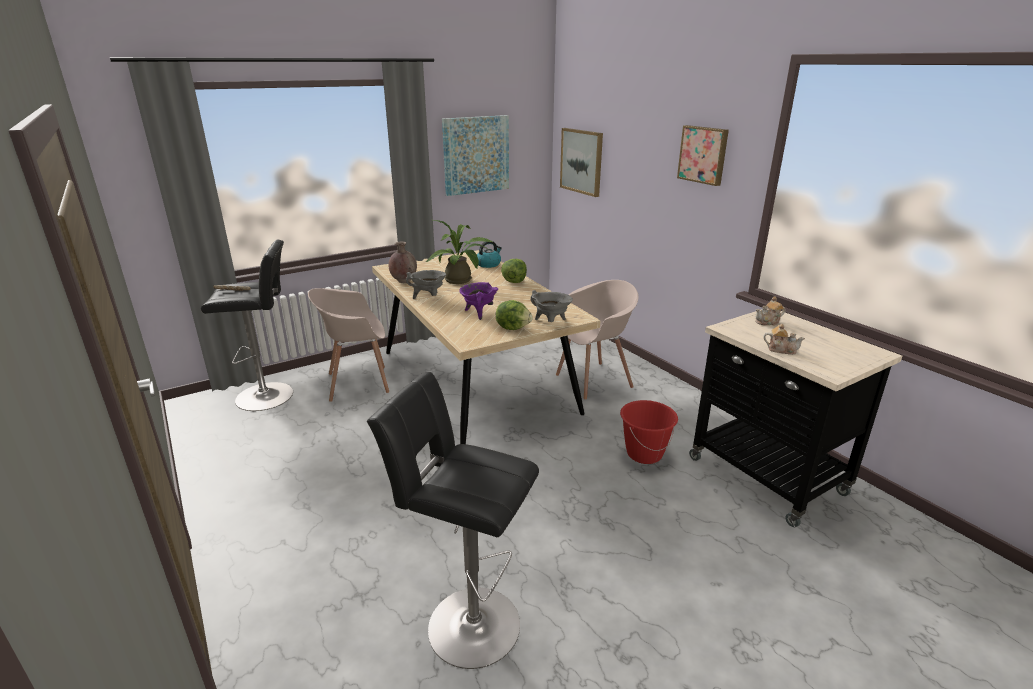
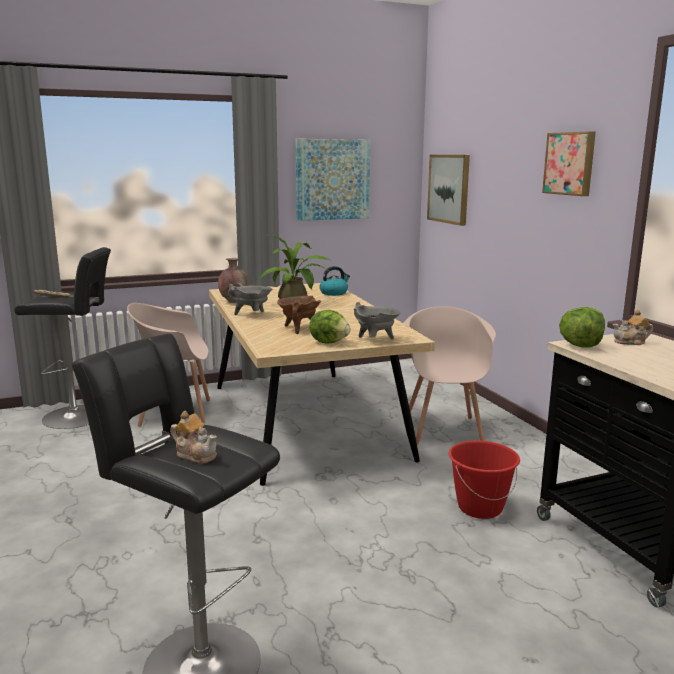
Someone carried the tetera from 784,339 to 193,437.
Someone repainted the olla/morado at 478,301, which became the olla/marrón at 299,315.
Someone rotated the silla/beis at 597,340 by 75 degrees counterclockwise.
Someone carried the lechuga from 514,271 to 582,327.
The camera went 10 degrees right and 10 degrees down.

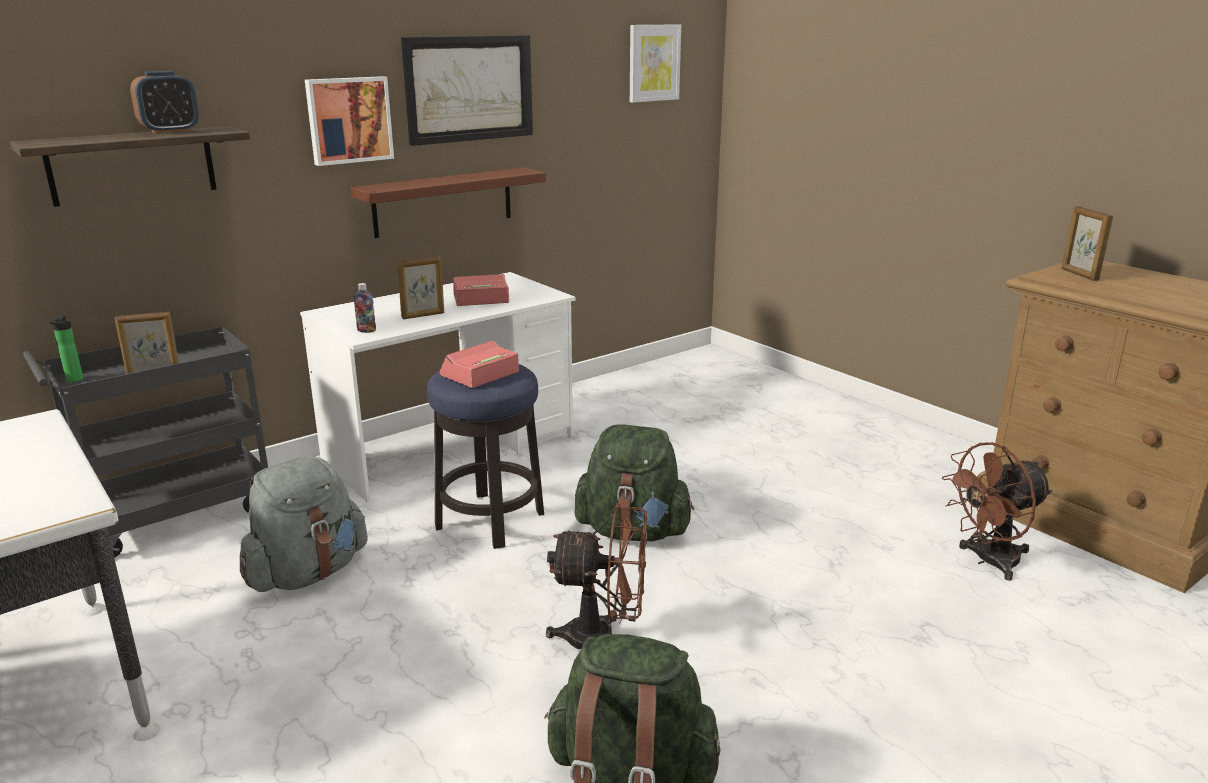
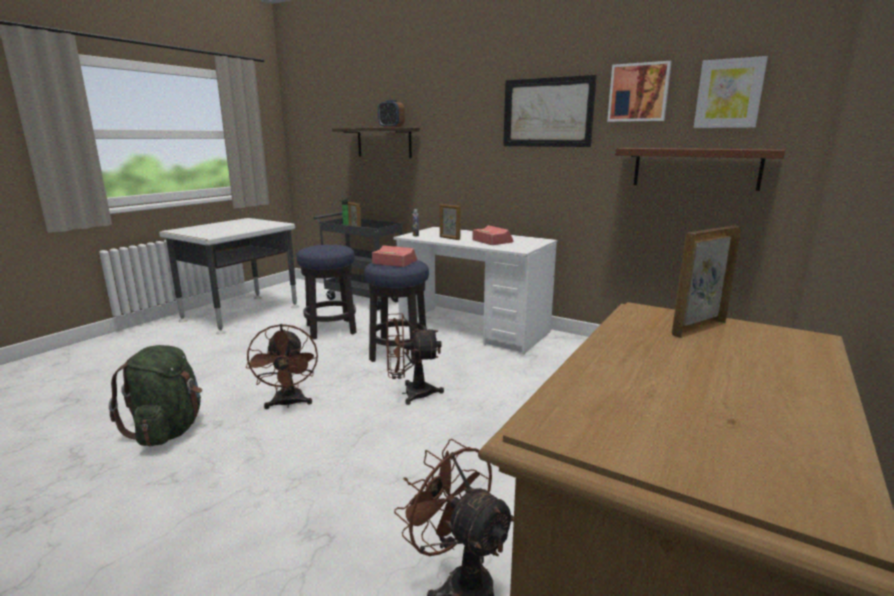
Someone swapped the mochila/gris at 304,524 for the taburete at 326,292.
Someone swapped the mochila/verde at 634,482 for the ventilador/marrón at 415,359.
Someone carried the cuadro from 349,121 to 639,91.
Someone carried the estante/marrón from 448,203 to 700,169.
The camera went 70 degrees right and 5 degrees down.

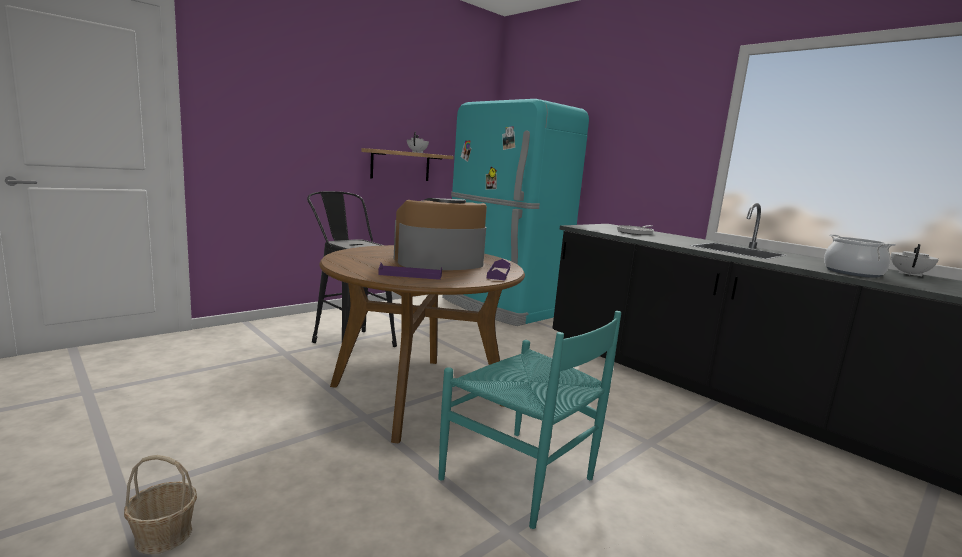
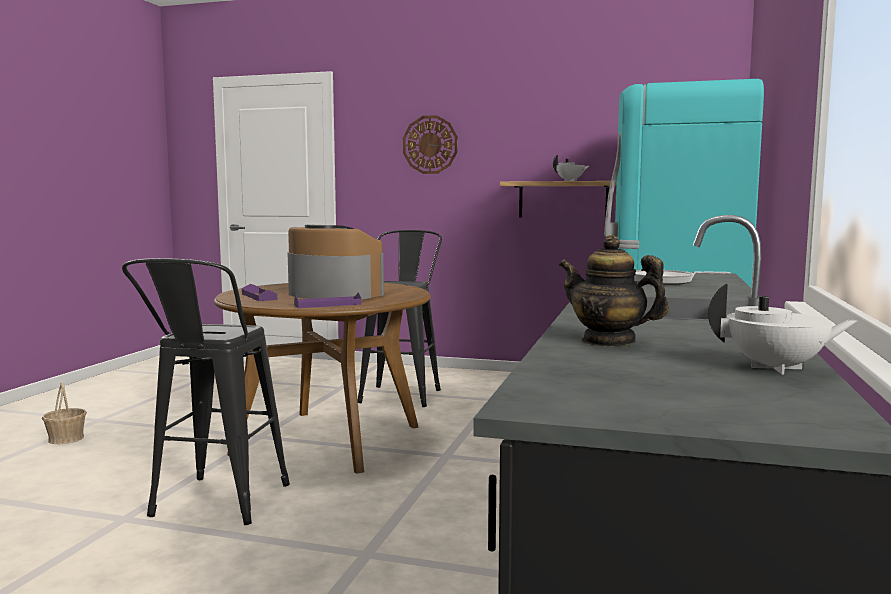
Someone swapped the silla/turquesa at 529,420 for the taburete/negro at 206,391.
Someone put up the reloj de pared at 430,144.
Someone swapped the olla at 860,256 for the tetera at 614,291.
The camera went 60 degrees right and 5 degrees down.

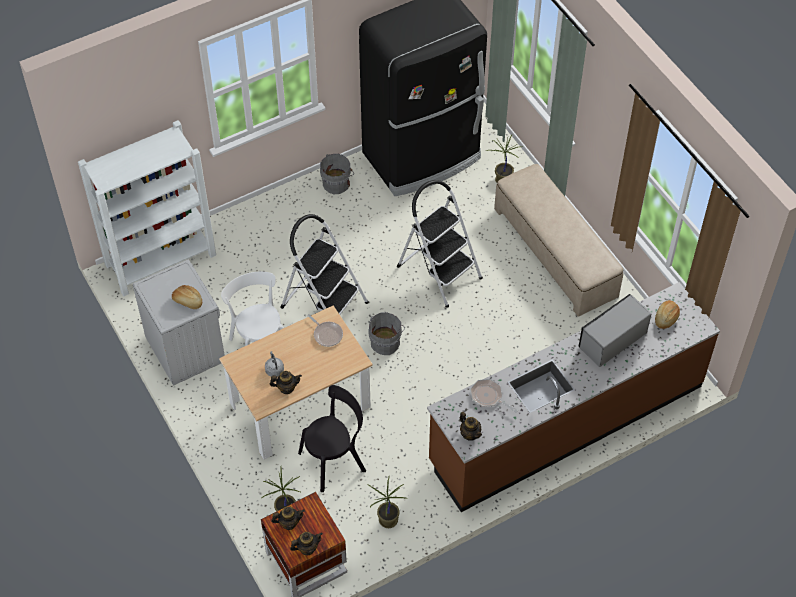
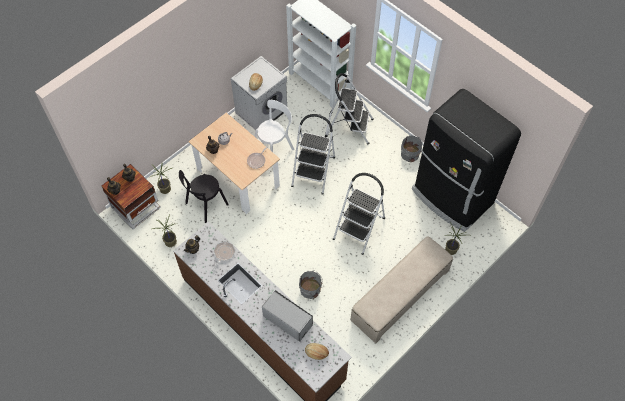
Someone rotated the silla/negro at 332,438 by 90 degrees clockwise.
Someone carried the cubo/gris from 386,333 to 311,284.
Someone put down the escalera de tijera at 349,109.
The camera went 75 degrees right and 5 degrees up.

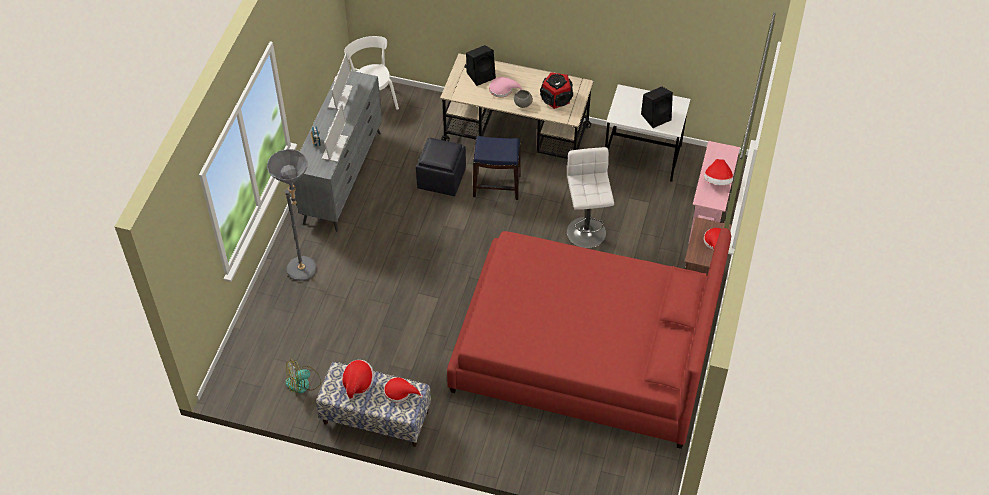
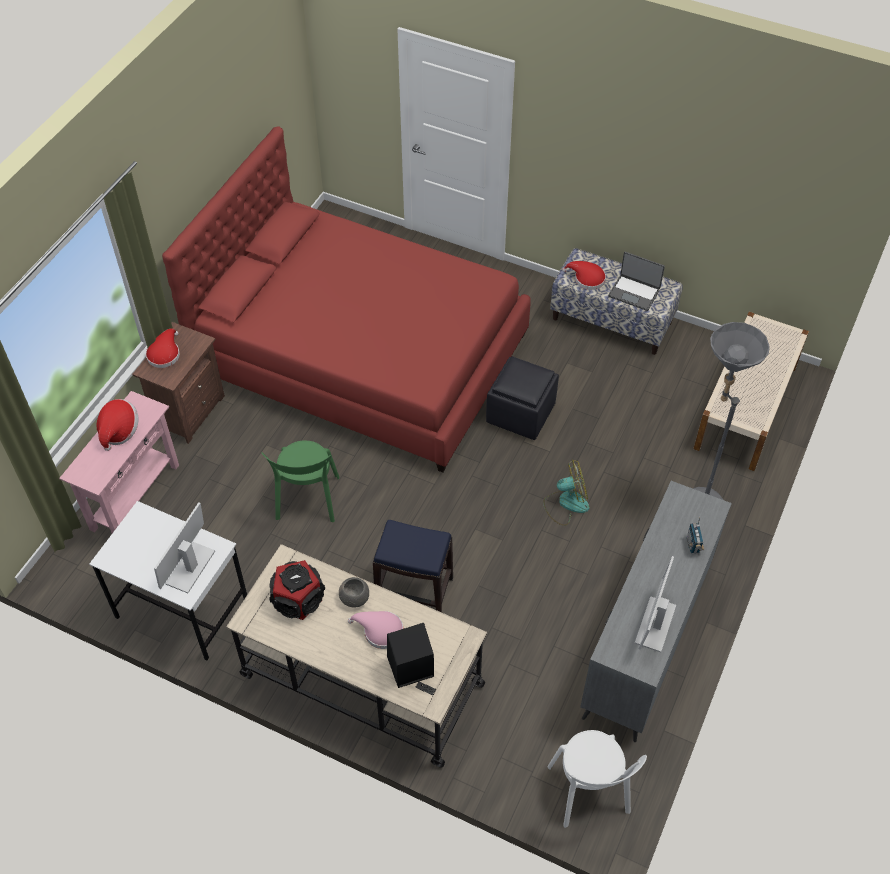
Someone carried the monitor from 335,132 to 184,547.
Someone swapped the taburete/blanco at 590,197 for the silla/verde at 301,481.
Someone carried the puf/negro from 441,167 to 522,398.
Someone carried the ventilador from 303,376 to 566,493.
Someone swapped the sombrero at 358,380 for the portátil at 636,281.
Someone put down the banco/beis at 751,391.
Someone took away the altavoz/negro at 657,107.
The camera went 170 degrees left and 0 degrees up.

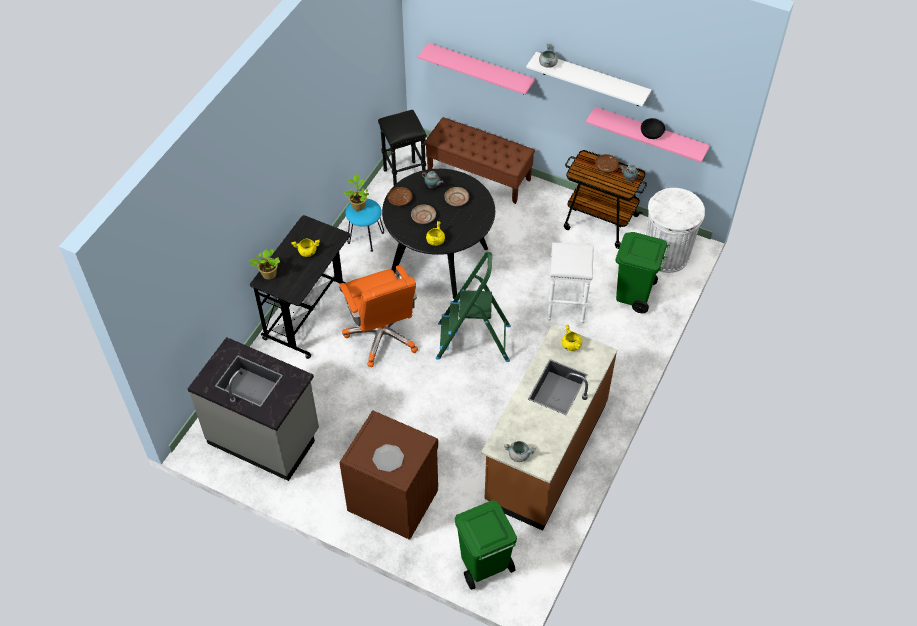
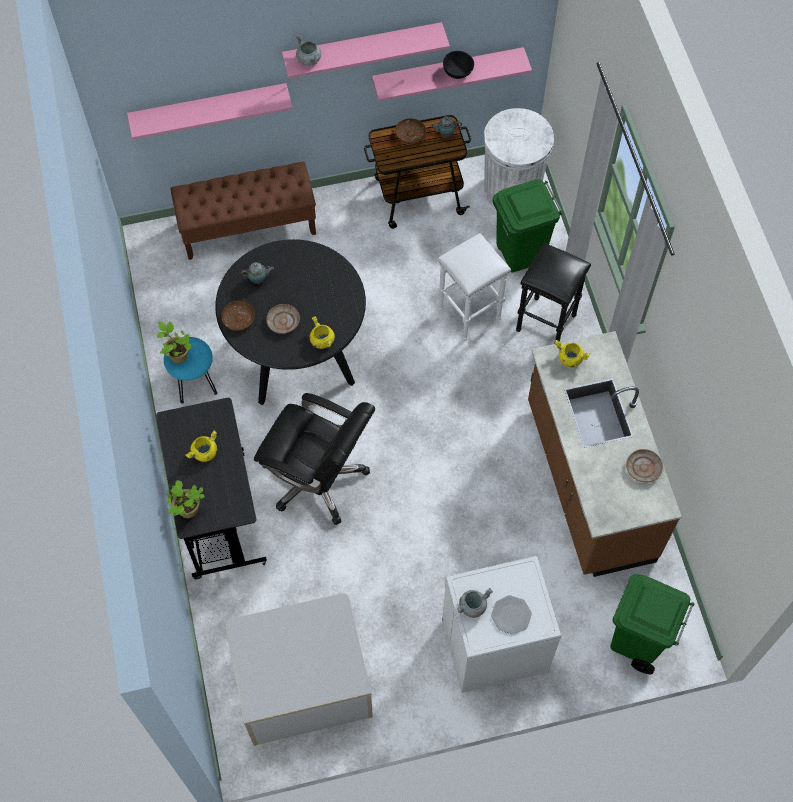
Someone swapped the mueble bajo de cocina/gris at 253,409 for the mesita de noche/beis at 299,669.
Someone repainted the silla de oficina/naranja at 378,316, which became the silla de oficina/negro at 314,459.
Someone repainted the estante/blanco at 588,79, which became the estante/rosa at 366,50.
Someone repainted the lavadora/marrón at 389,475, which became the lavadora/blanco at 501,624.
Someone carried the olla/gris from 520,451 to 475,603.
Someone carried the taburete/negro from 402,147 to 553,292.
Someone carried the plato/beis from 456,196 to 644,466.
Someone took away the escalera de tijera/verde at 473,306.
The camera went 40 degrees left and 10 degrees up.

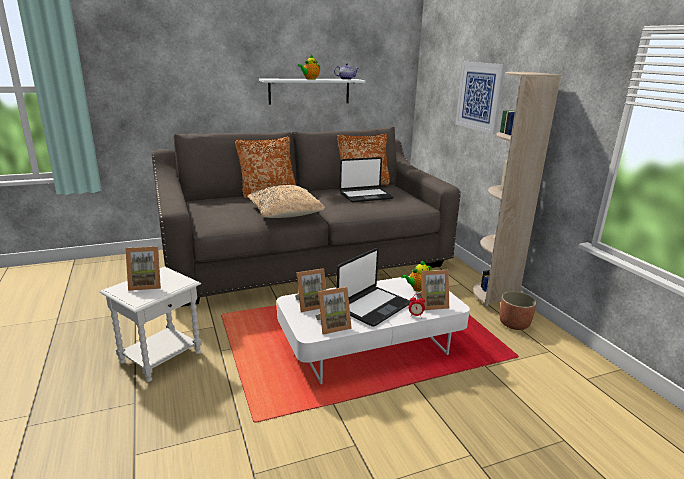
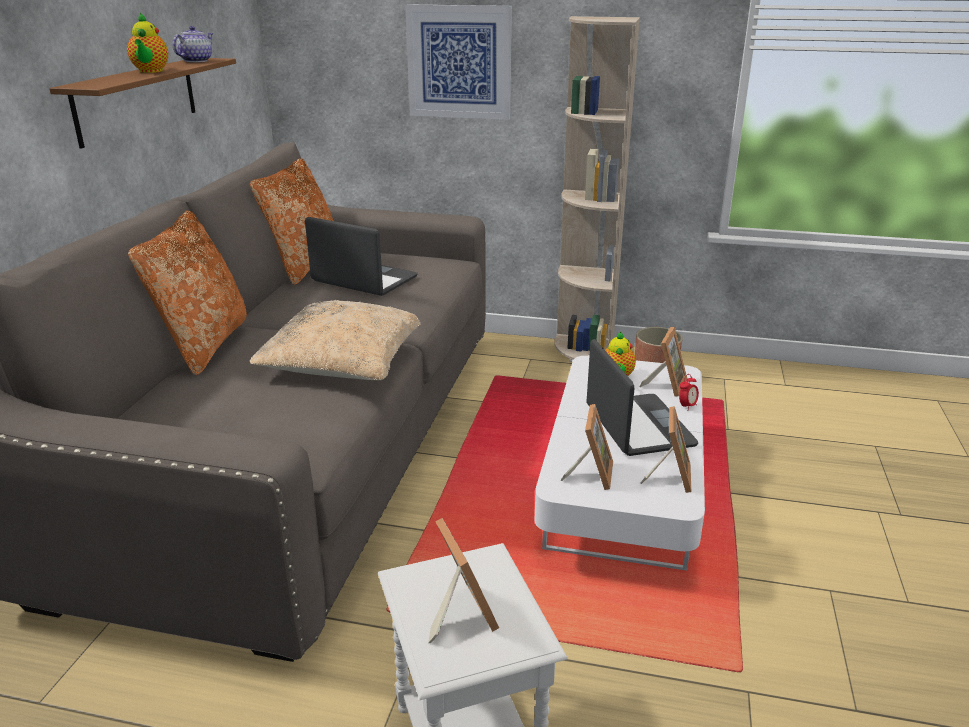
Someone repainted the estante/blanco at 312,92, which became the estante/marrón at 142,103.
Someone rotated the portátil at 366,179 by 75 degrees counterclockwise.
Someone rotated the portarretratos at 143,268 by 45 degrees counterclockwise.
The camera went 55 degrees left and 5 degrees up.

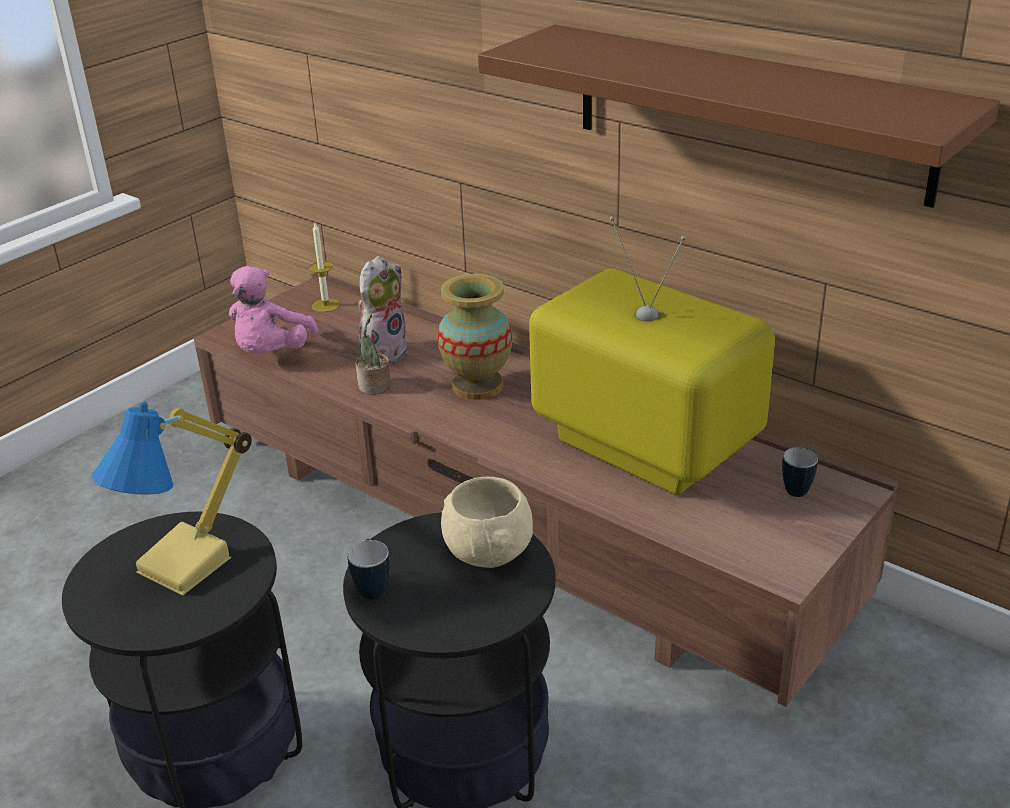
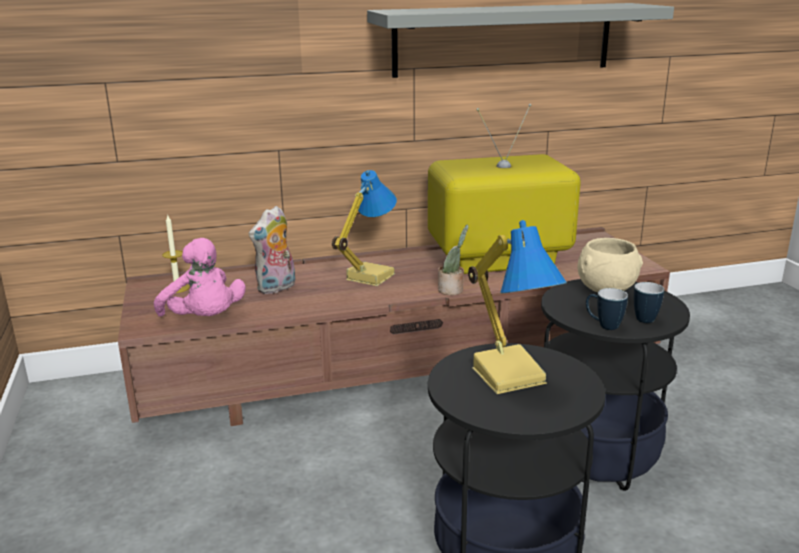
Someone rotated the peluche at 383,309 by 120 degrees counterclockwise.
Someone swapped the florero at 474,337 for the lámpara de mesa at 364,228.
Someone repainted the estante/marrón at 739,116, which became the estante/gris at 520,40.
Someone carried the planta en maceta from 373,354 to 453,260.
Someone carried the taza grande from 800,472 to 649,302.
The camera went 55 degrees left and 10 degrees down.

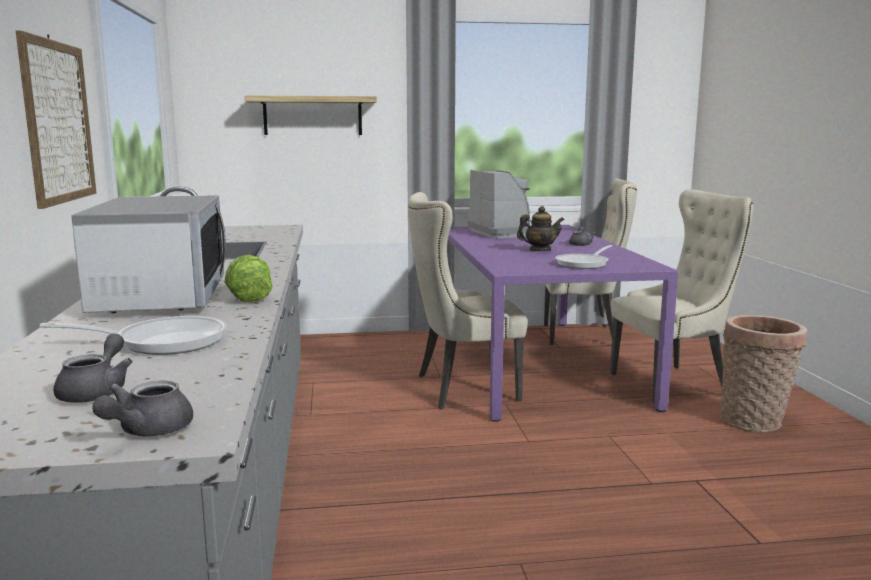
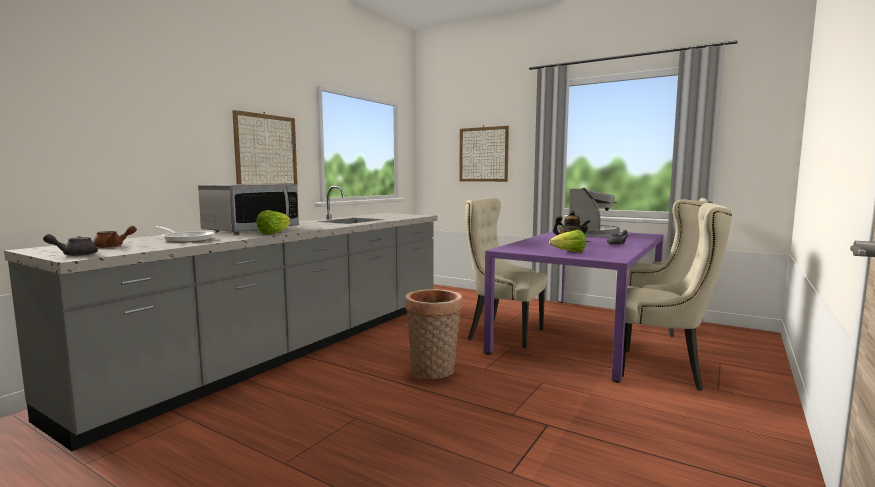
Someone repainted the tetera/gris at 93,368, which became the tetera/marrón at 115,237.
Someone carried the cesta from 763,373 to 433,334.
Someone swapped the estante at 311,115 for the cuadro at 484,153.
Someone swapped the sartén at 583,257 for the lechuga at 567,241.
The camera went 40 degrees right and 5 degrees down.

